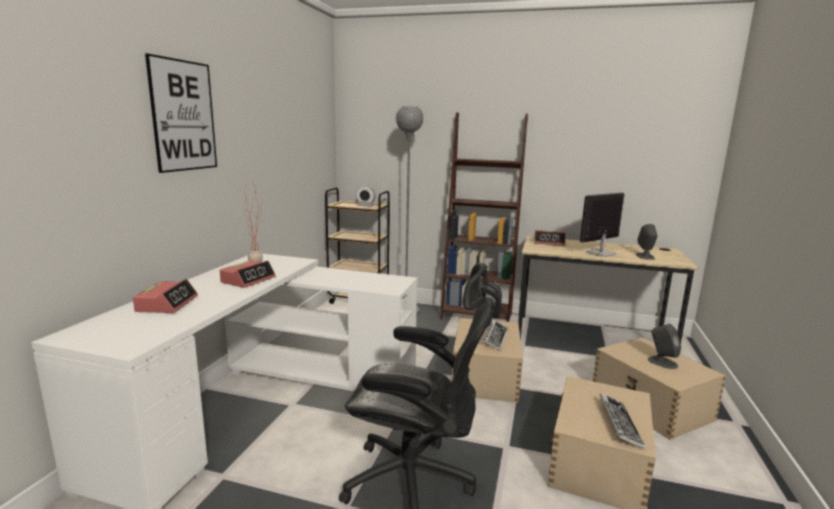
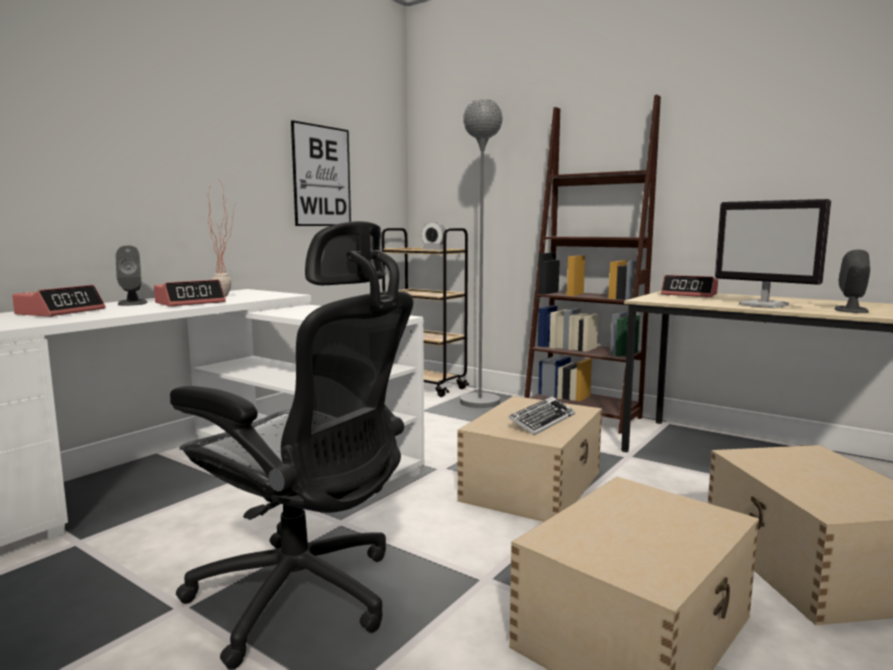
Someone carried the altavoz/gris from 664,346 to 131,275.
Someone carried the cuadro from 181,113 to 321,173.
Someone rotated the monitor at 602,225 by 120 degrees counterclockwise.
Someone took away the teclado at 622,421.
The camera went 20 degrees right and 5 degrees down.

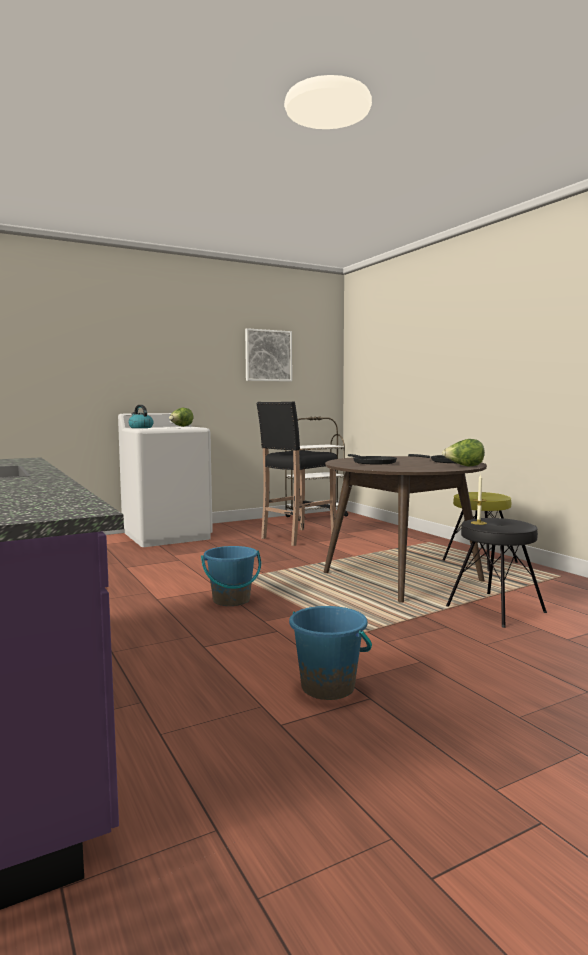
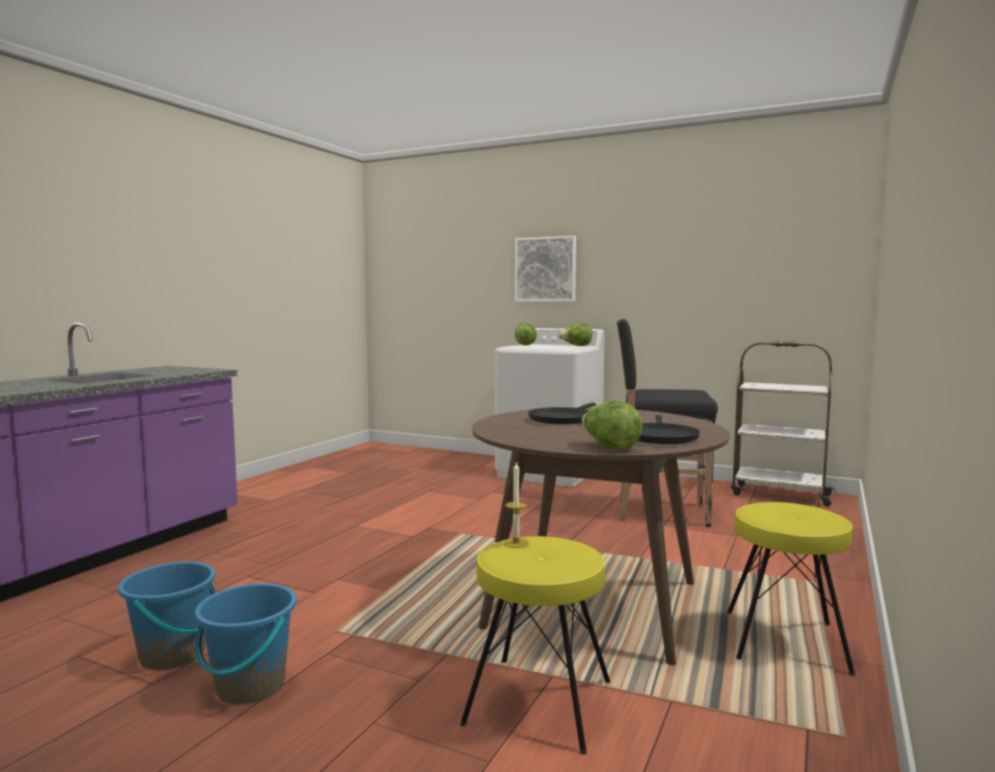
Someone carried the cubo/azul from 231,576 to 246,643.
Someone repainted the taburete/negro at 496,573, which became the taburete/amarillo at 535,645.
Someone carried the cuadro from 268,355 to 545,269.
Someone swapped the hervidor at 141,416 for the lechuga at 526,334.
The camera went 55 degrees right and 0 degrees up.

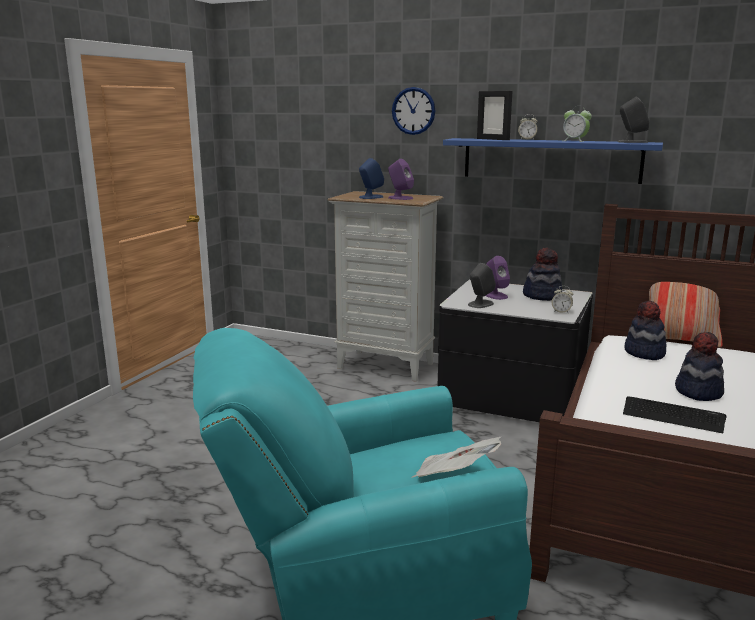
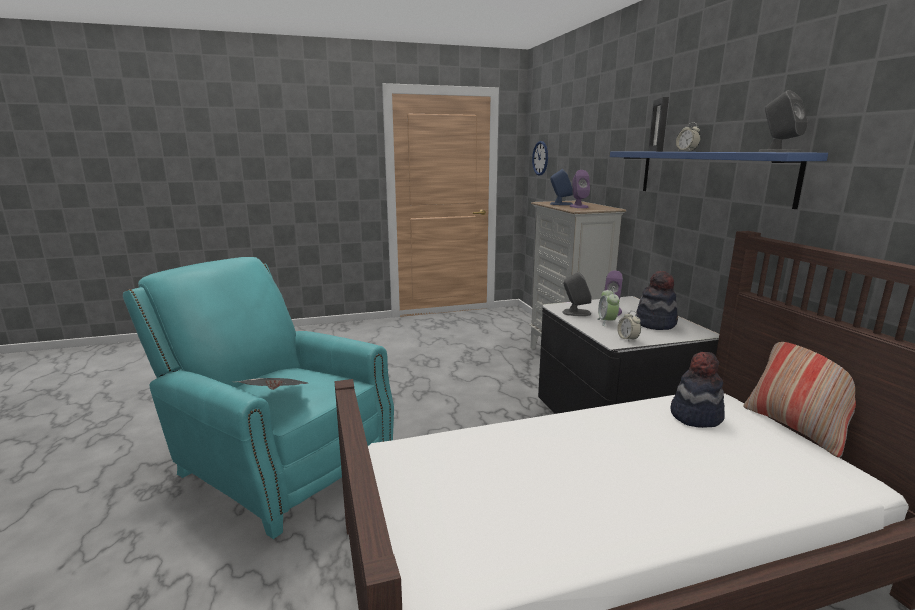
Someone carried the reloj de pared from 413,111 to 540,158.
Someone carried the despertador from 577,124 to 608,307.
Someone took away the teclado at 674,415.
Someone took away the sombrero at 699,366.
The camera went 50 degrees right and 0 degrees up.

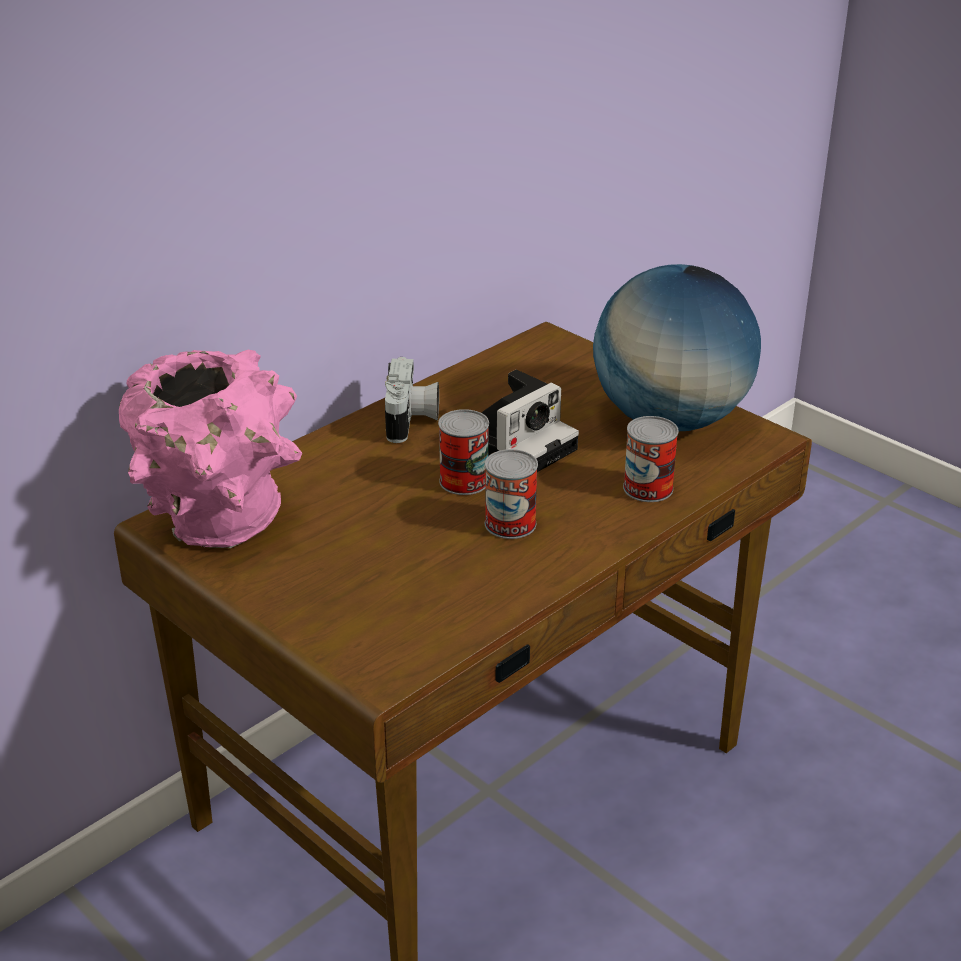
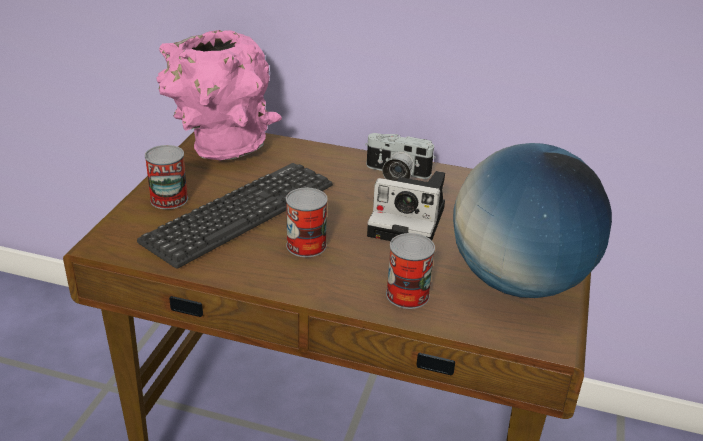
Someone put down the teclado at 235,215.
Someone carried the lata from 463,452 to 166,177.
Someone rotated the cámara at 412,400 by 45 degrees clockwise.
The camera went 60 degrees right and 0 degrees up.

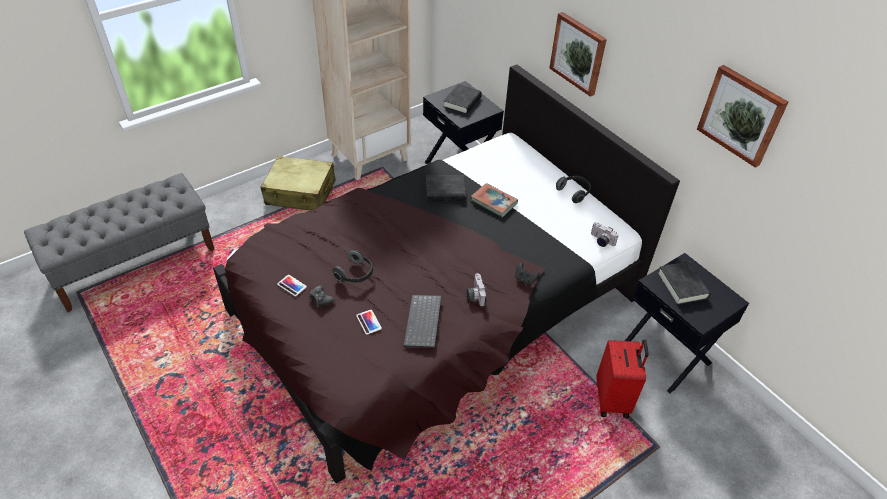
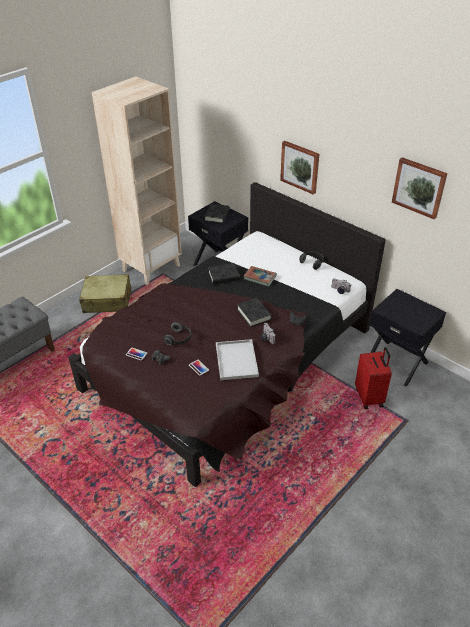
Someone swapped the teclado at 423,321 for the bandeja/blanco at 237,359.
Someone carried the libro/negro from 684,283 to 254,312.
The camera went 10 degrees left and 5 degrees down.

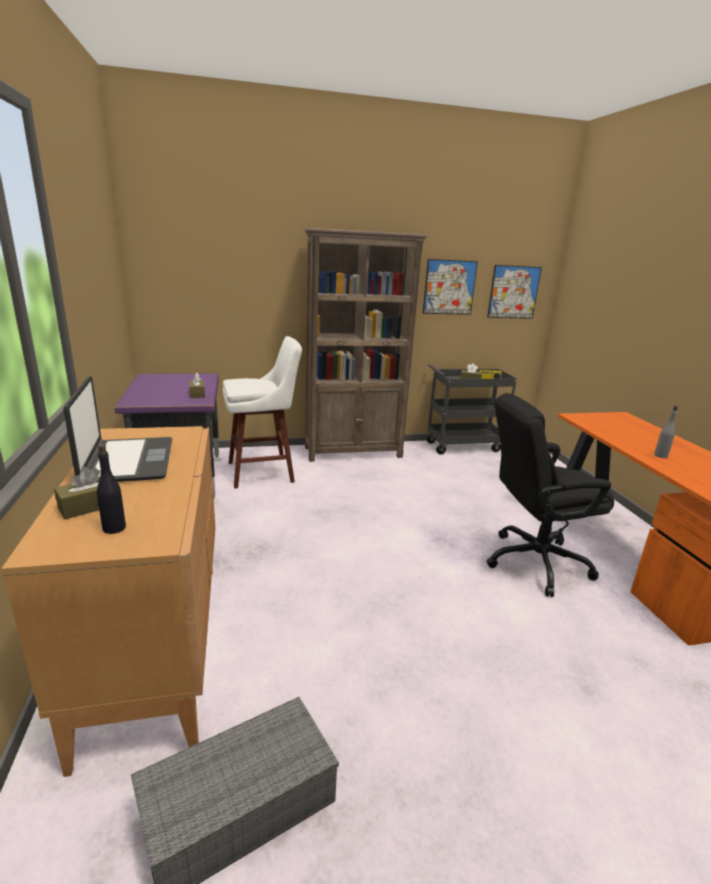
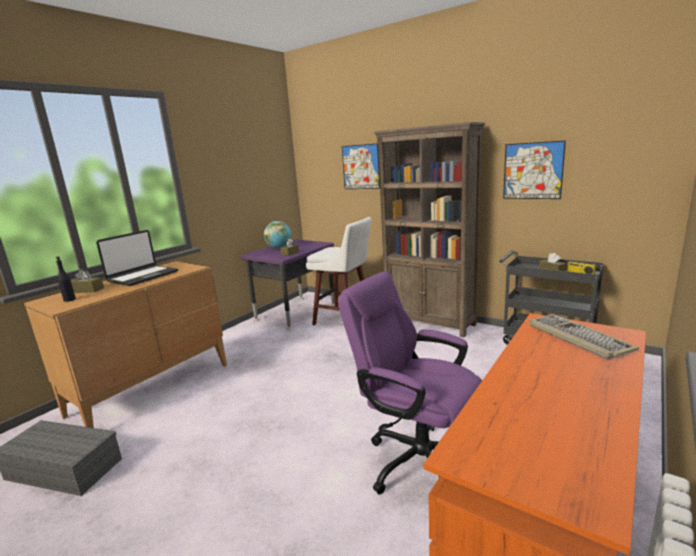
Someone put down the globo terráqueo at 277,235.
Someone repainted the silla de oficina/negro at 550,495, which became the silla de oficina/morado at 410,383.
Someone carried the cuadro from 514,292 to 361,166.
Someone put down the teclado at 584,336.
Someone took away the botella/gris at 666,432.
The camera went 50 degrees right and 5 degrees down.

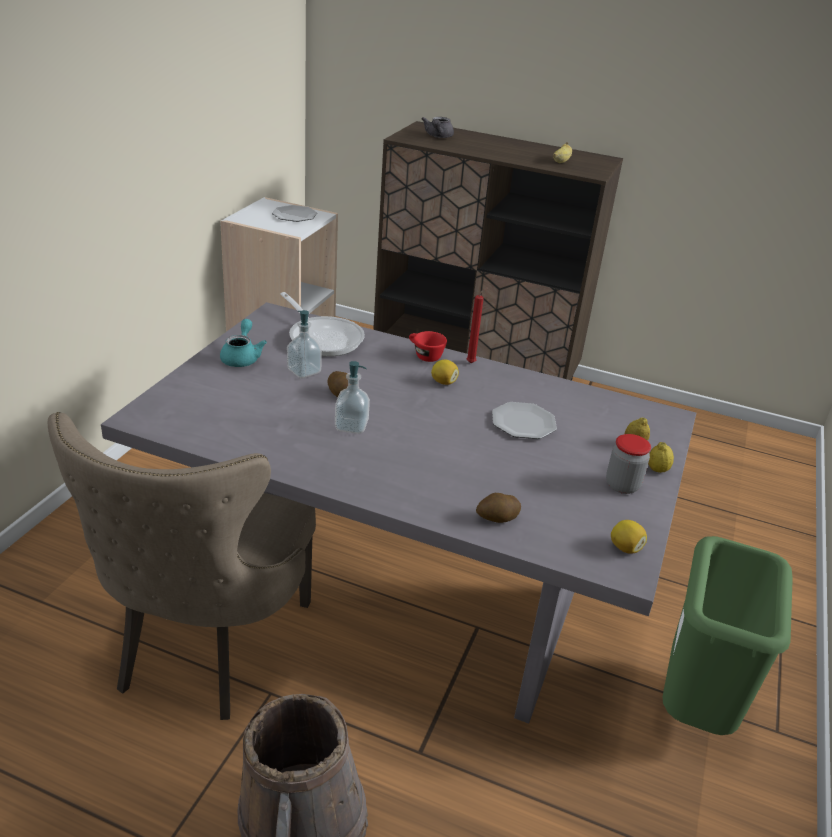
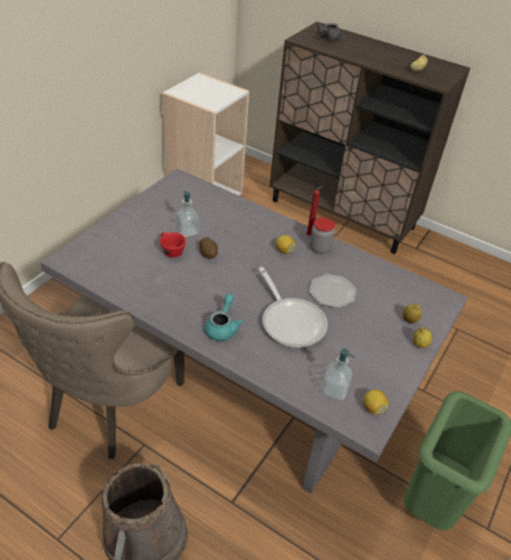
Someone carried the taza/rojo from 428,346 to 173,245.
Someone carried the tetera/turquesa from 243,343 to 224,317.
Someone carried the sartén from 322,324 to 293,307.
Someone carried the tarro from 628,464 to 322,235.
Someone carried the dispensador de jabón from 352,397 to 338,374.
Someone took away the plato at 294,213.
Someone took away the patata at 498,508.
The camera went 10 degrees right and 10 degrees up.

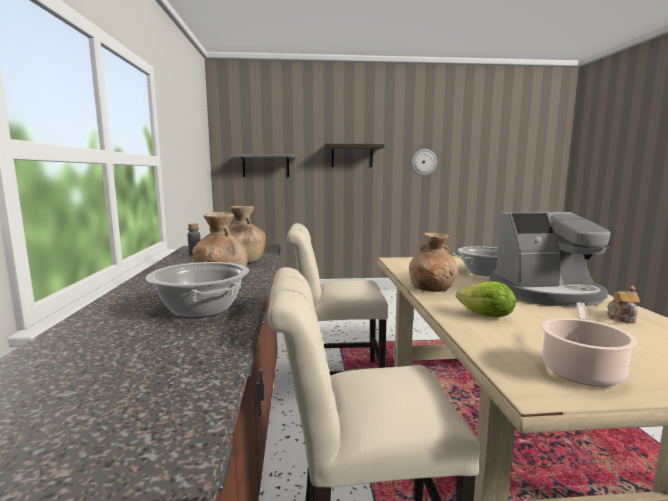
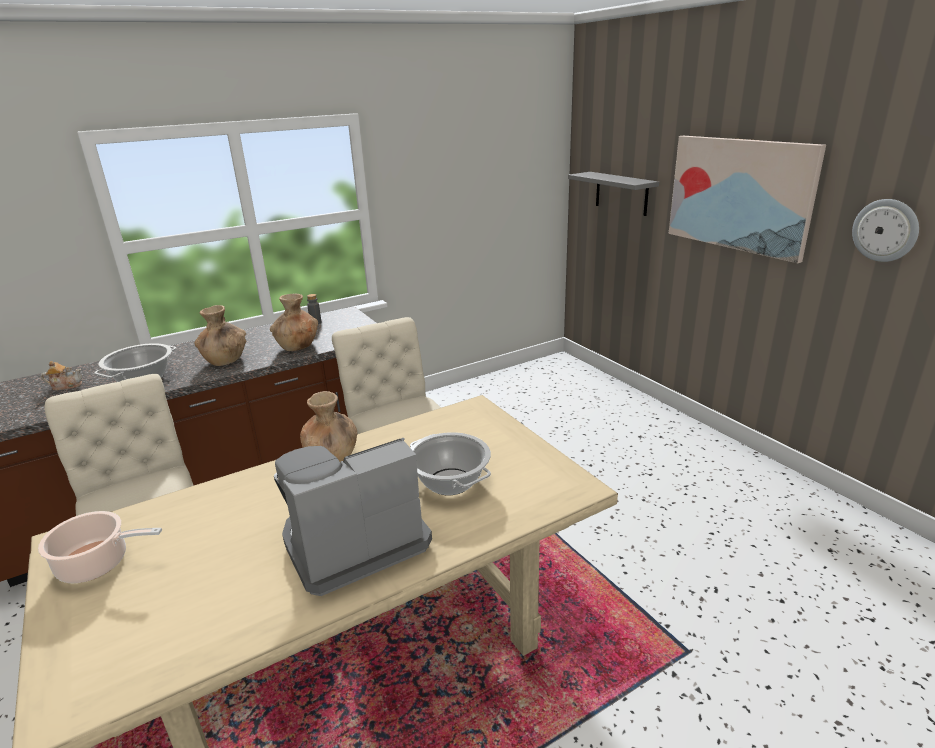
Someone carried the tetera from 623,304 to 61,375.
Someone rotated the cafetera at 551,259 by 90 degrees clockwise.
Someone swapped the estante at 354,155 for the cuadro at 747,199.
Someone took away the lechuga at 486,299.
The camera went 65 degrees right and 15 degrees up.

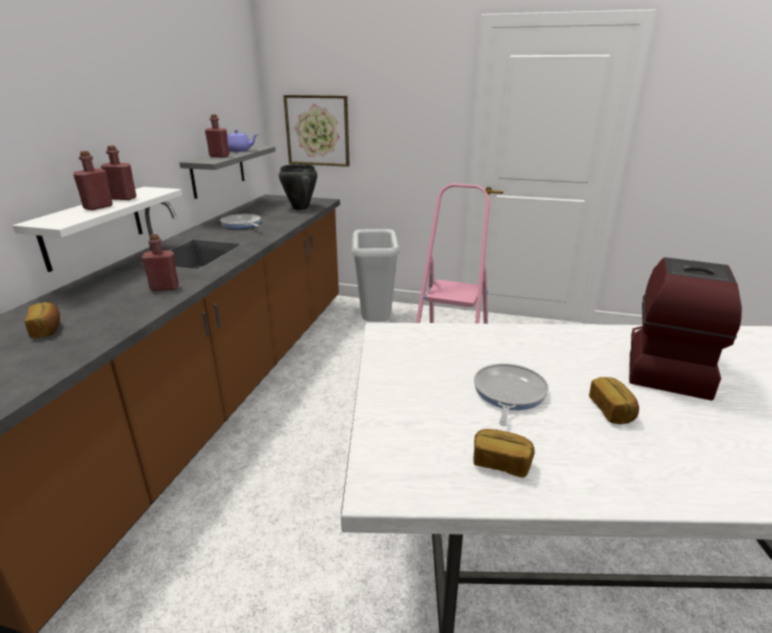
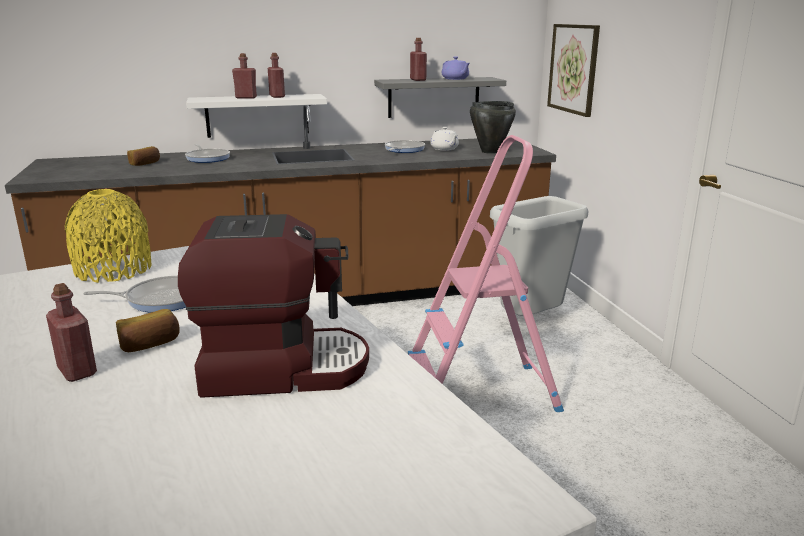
Someone carried the botella/rojo from 160,262 to 71,332.
Someone put down the florero/amarillo at 108,236.
Someone put down the sartén at 207,153.
Someone put down the tetera/blanco at 444,139.
Someone took away the pan at 504,453.
The camera went 60 degrees right and 5 degrees down.

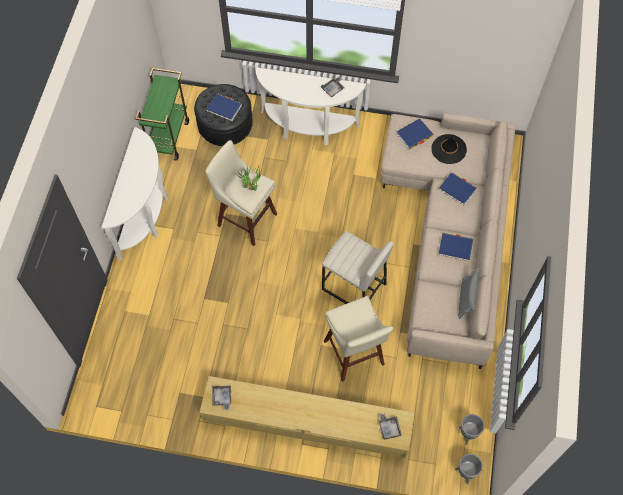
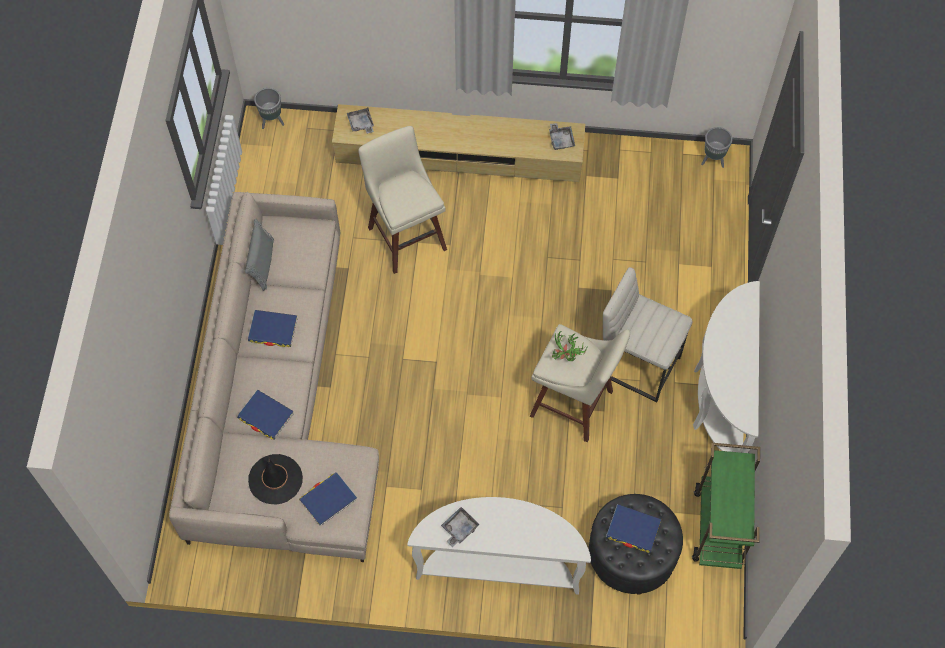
Someone carried the taburete/beis from 358,267 to 648,334.
Someone carried the maceta/gris from 472,429 to 716,147.
The camera went 175 degrees right and 0 degrees up.

